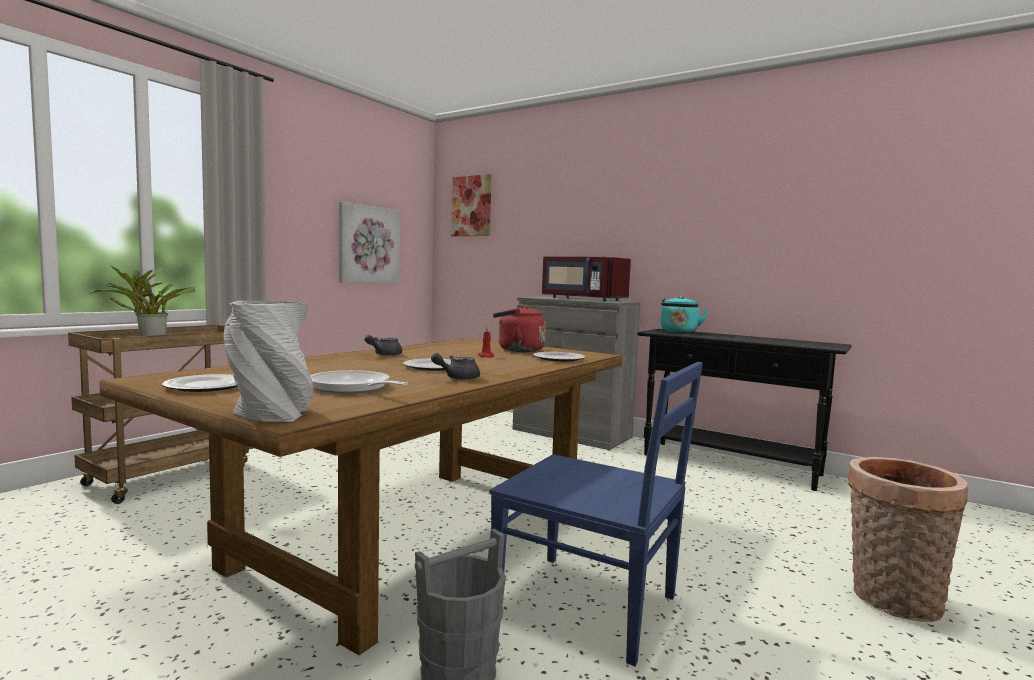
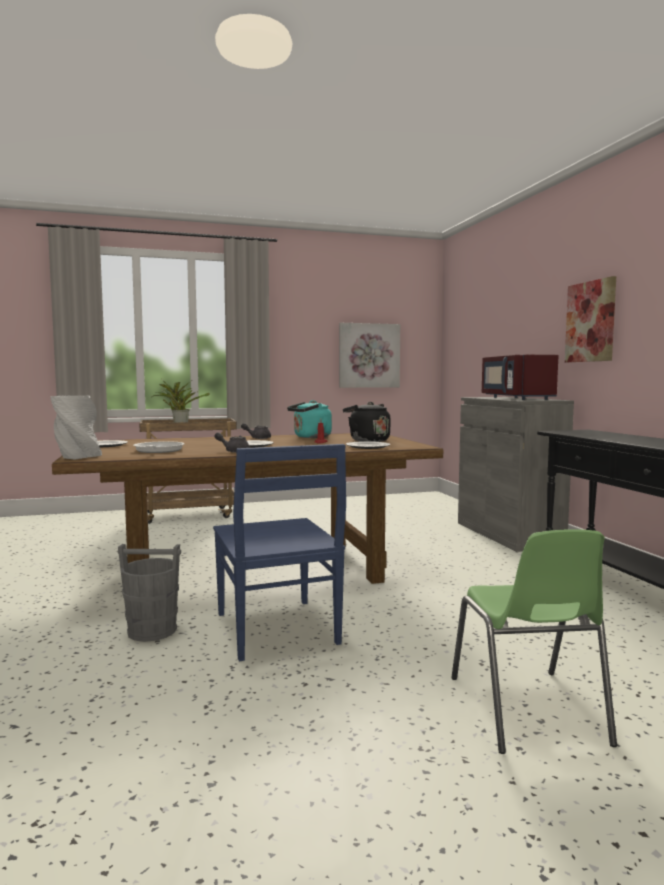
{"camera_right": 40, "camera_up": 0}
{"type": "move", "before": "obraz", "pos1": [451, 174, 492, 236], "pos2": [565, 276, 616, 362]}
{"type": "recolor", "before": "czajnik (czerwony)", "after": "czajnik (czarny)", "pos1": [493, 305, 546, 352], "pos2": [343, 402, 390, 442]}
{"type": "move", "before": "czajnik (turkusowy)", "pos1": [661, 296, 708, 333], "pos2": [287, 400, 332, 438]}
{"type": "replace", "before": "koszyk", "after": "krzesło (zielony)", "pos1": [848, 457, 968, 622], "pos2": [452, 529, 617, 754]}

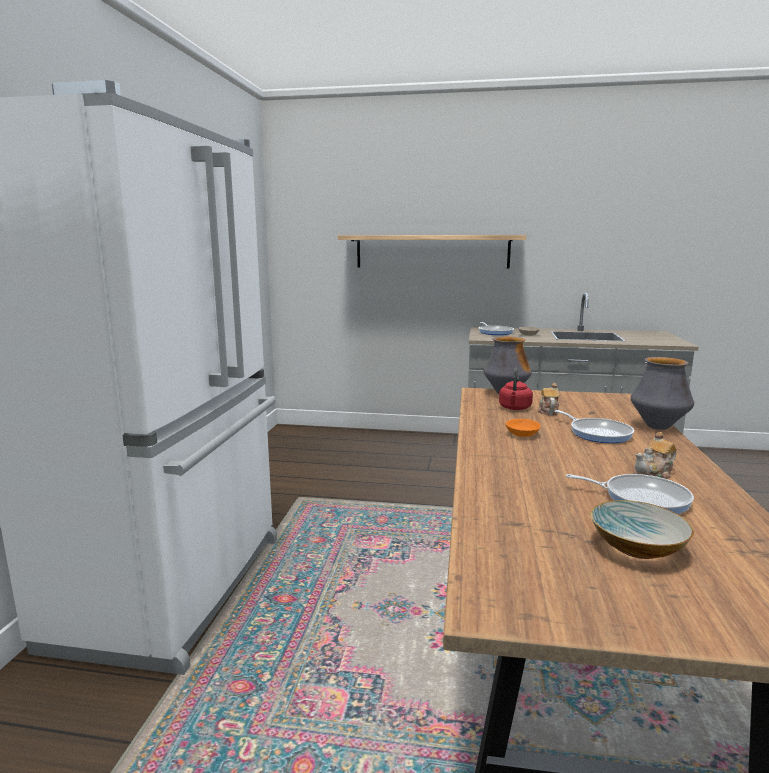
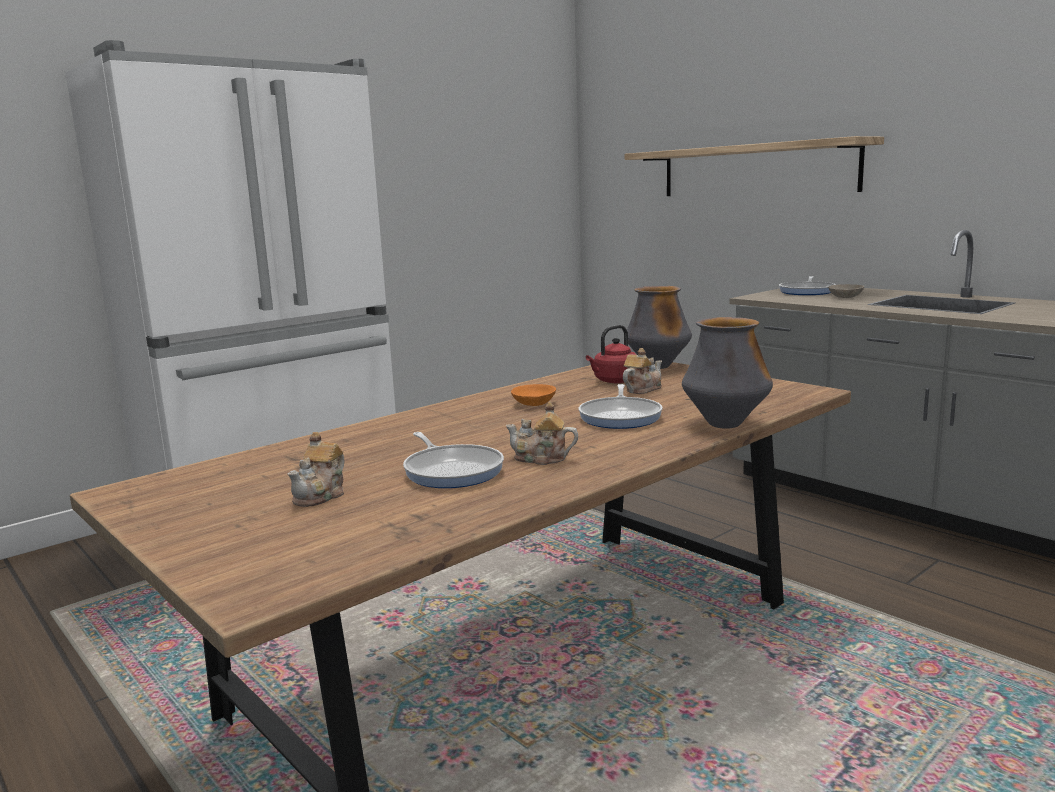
{"camera_right": 40, "camera_up": 0}
{"type": "replace", "before": "miska", "after": "imbryk", "pos1": [591, 500, 694, 559], "pos2": [287, 432, 345, 507]}

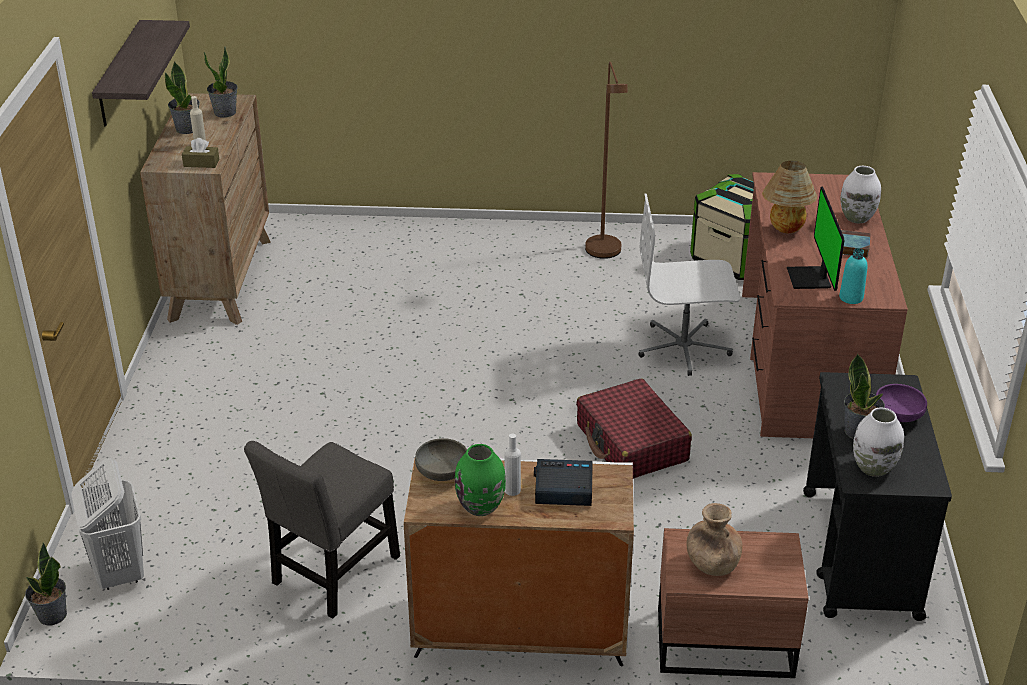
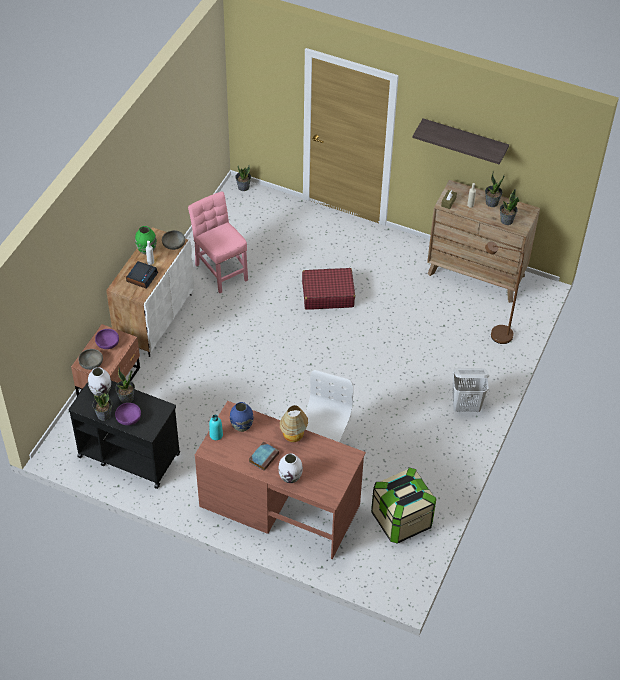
{"camera_right": 110, "camera_up": 15}
{"type": "move", "before": "kosz na pranie (biały)", "pos1": [71, 457, 144, 590], "pos2": [452, 368, 489, 412]}
{"type": "recolor", "before": "krzesło (szary)", "after": "krzesło (różowy)", "pos1": [244, 441, 400, 619], "pos2": [188, 191, 248, 293]}
{"type": "move", "before": "walizka (czerwony)", "pos1": [576, 378, 692, 479], "pos2": [302, 268, 355, 310]}
{"type": "move", "before": "lampa stojąca (brązowy)", "pos1": [585, 62, 628, 259], "pos2": [485, 241, 524, 344]}
{"type": "replace", "before": "wazon (brązowy)", "after": "miska (fioletowy)", "pos1": [687, 503, 743, 576], "pos2": [95, 329, 119, 349]}
{"type": "replace", "before": "monitor", "after": "wazon (niebieski)", "pos1": [787, 187, 844, 291], "pos2": [230, 402, 253, 432]}
{"type": "insert", "after": "miska (szary)", "pos2": [78, 349, 103, 370]}
{"type": "insert", "after": "roślina doniczkowa", "pos2": [92, 392, 112, 421]}

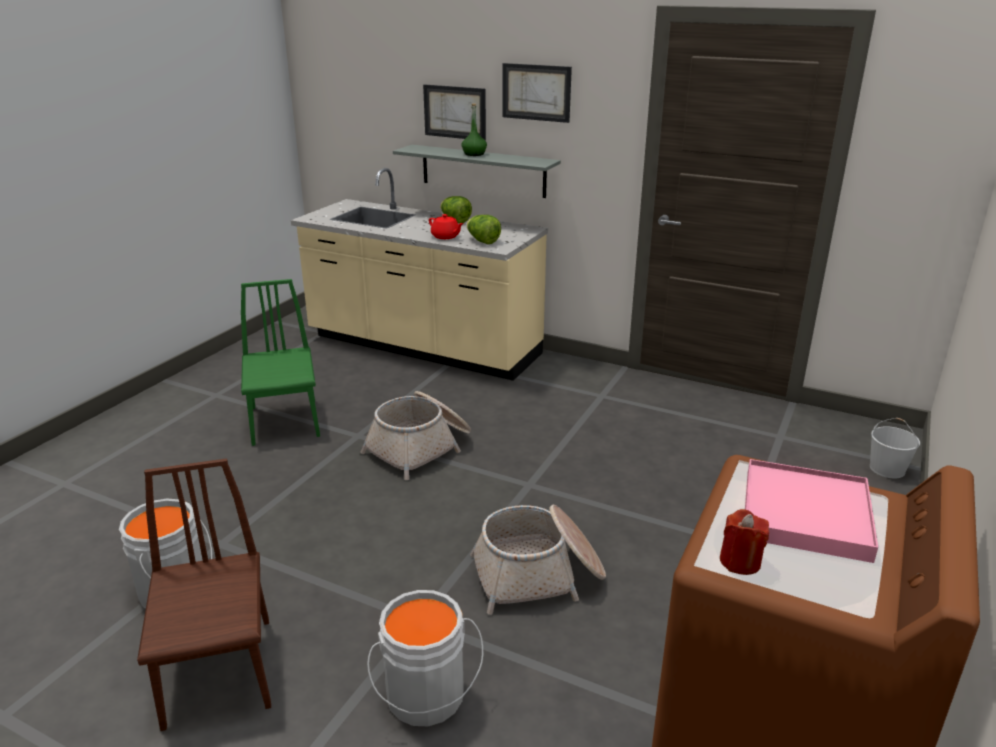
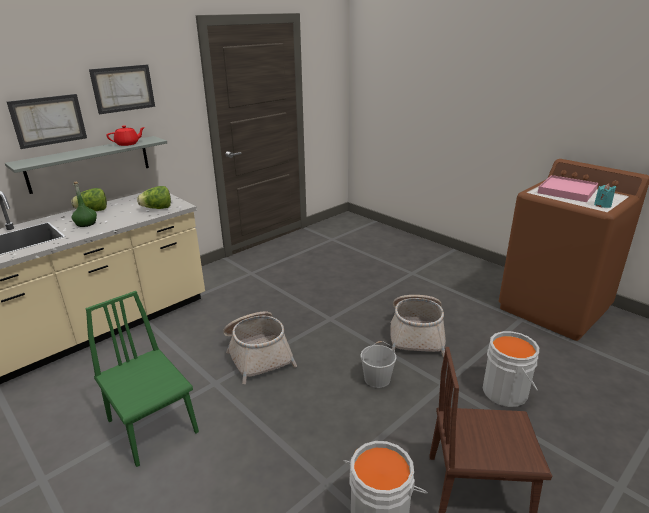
{"camera_right": -70, "camera_up": 0}
{"type": "rotate", "before": "krzesło (zielony)", "pos1": [241, 279, 320, 446], "pos2": [86, 291, 199, 467], "turn": 45}
{"type": "move", "before": "imbryk (czerwony)", "pos1": [429, 214, 464, 239], "pos2": [107, 125, 145, 146]}
{"type": "move", "before": "butelka (zielony)", "pos1": [462, 103, 487, 156], "pos2": [72, 182, 97, 227]}
{"type": "recolor", "before": "świeca (czerwony)", "after": "świeca (turkusowy)", "pos1": [720, 509, 769, 575], "pos2": [594, 184, 616, 208]}
{"type": "move", "before": "wiadro (biały)", "pos1": [870, 418, 920, 478], "pos2": [361, 341, 396, 388]}

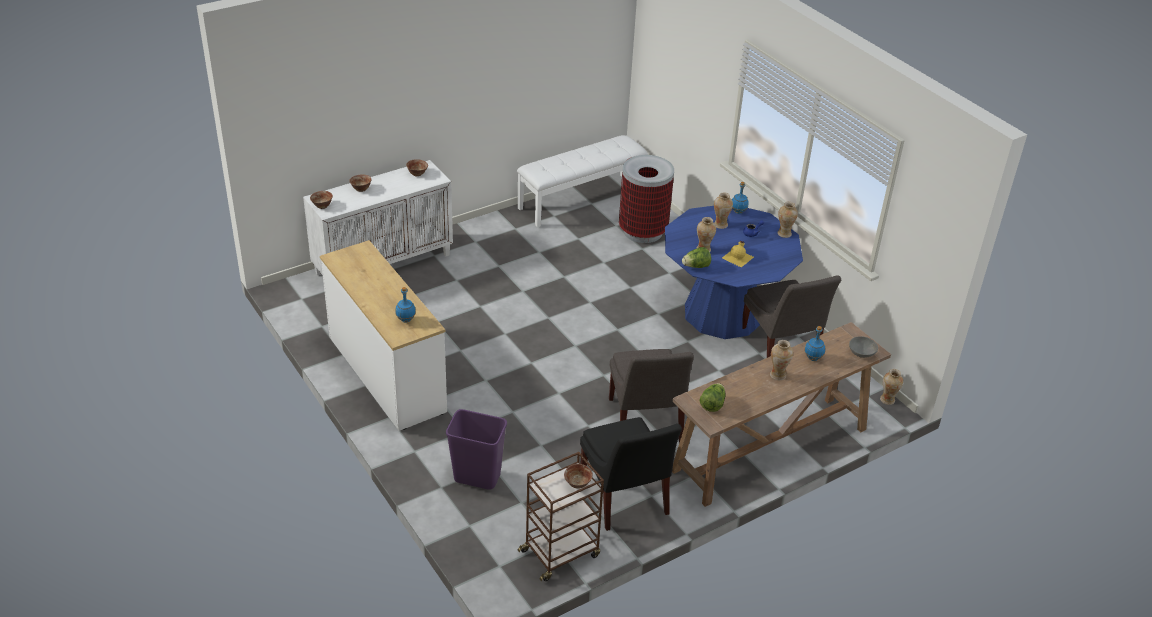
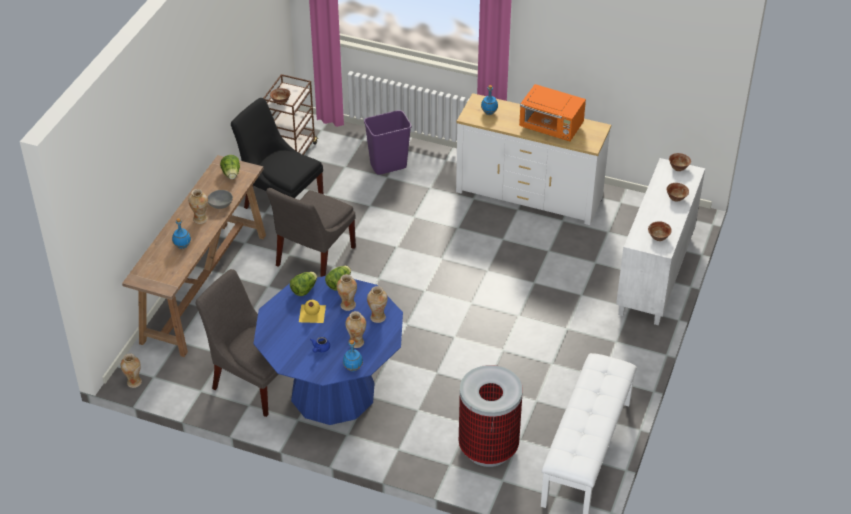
{"camera_right": 145, "camera_up": 5}
{"type": "rotate", "before": "krzesło (szary)", "pos1": [609, 349, 694, 442], "pos2": [266, 188, 356, 277], "turn": -105}
{"type": "move", "before": "wazon", "pos1": [778, 202, 798, 238], "pos2": [367, 286, 388, 323]}
{"type": "move", "before": "miska (szary)", "pos1": [849, 336, 878, 358], "pos2": [208, 190, 233, 209]}
{"type": "insert", "after": "sałata", "pos2": [290, 272, 317, 296]}
{"type": "insert", "after": "mikrofalówka (pomarańczowy)", "pos2": [519, 84, 586, 141]}

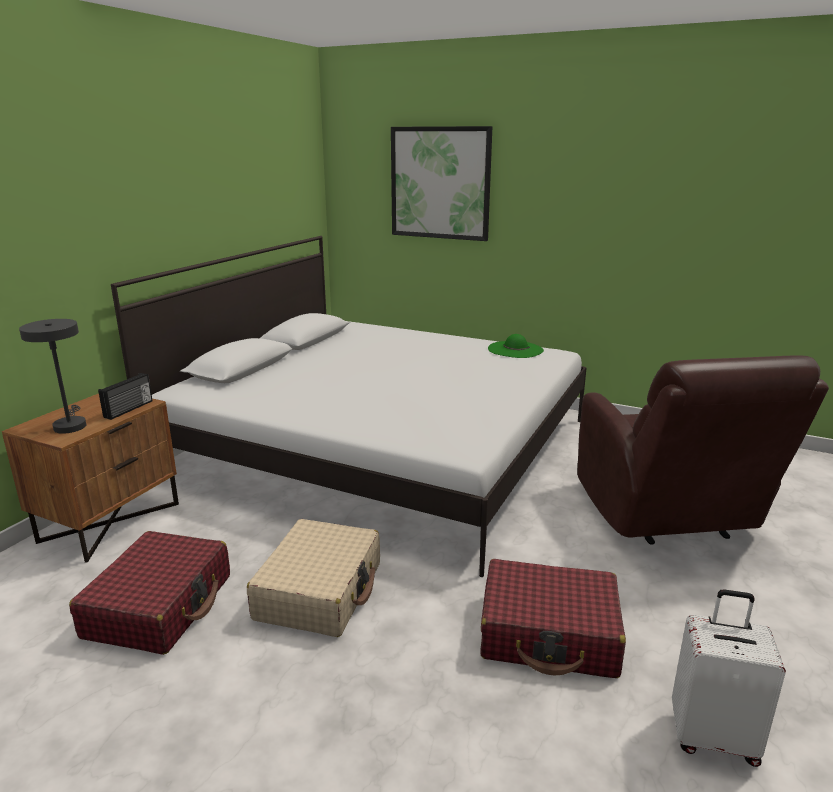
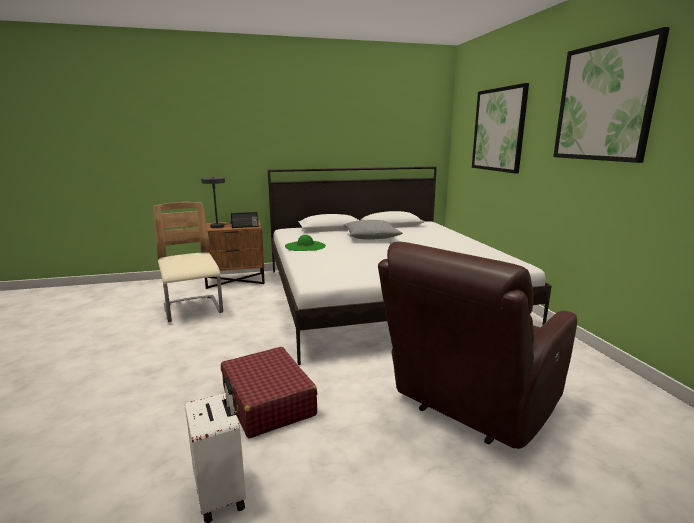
{"camera_right": 50, "camera_up": -5}
{"type": "replace", "before": "walizka (czerwony)", "after": "krzesło (beżowy)", "pos1": [69, 531, 230, 655], "pos2": [153, 202, 223, 322]}
{"type": "delete", "before": "walizka (beżowy)", "pos1": [247, 519, 380, 637]}
{"type": "move", "before": "kapelusz (zielony)", "pos1": [488, 334, 544, 358], "pos2": [285, 235, 326, 251]}
{"type": "insert", "after": "poduszka (szary)", "pos2": [343, 220, 403, 240]}
{"type": "insert", "after": "obraz", "pos2": [553, 27, 670, 163]}

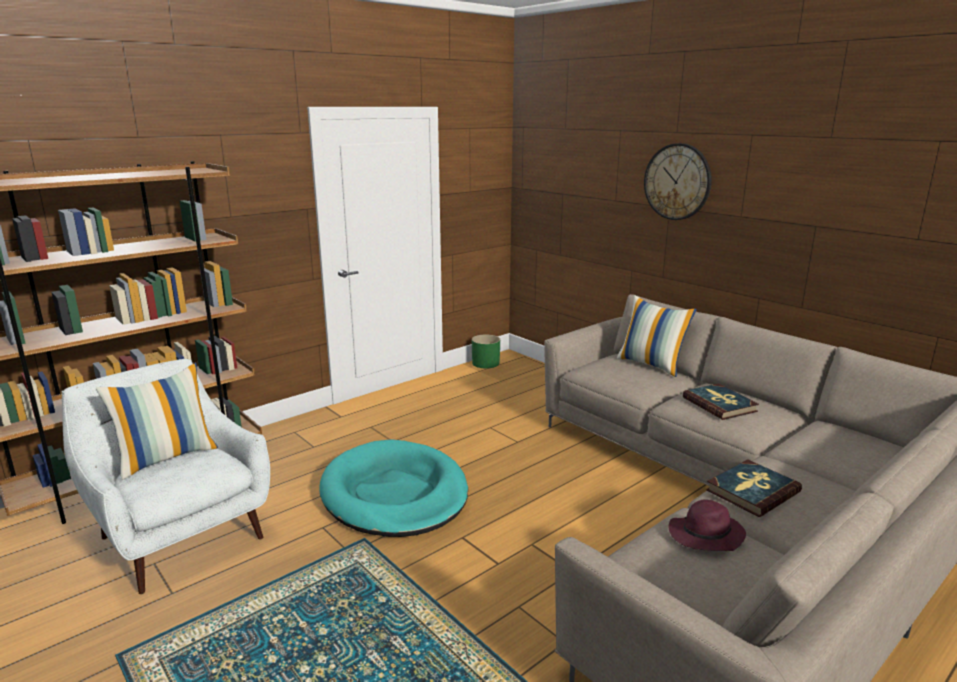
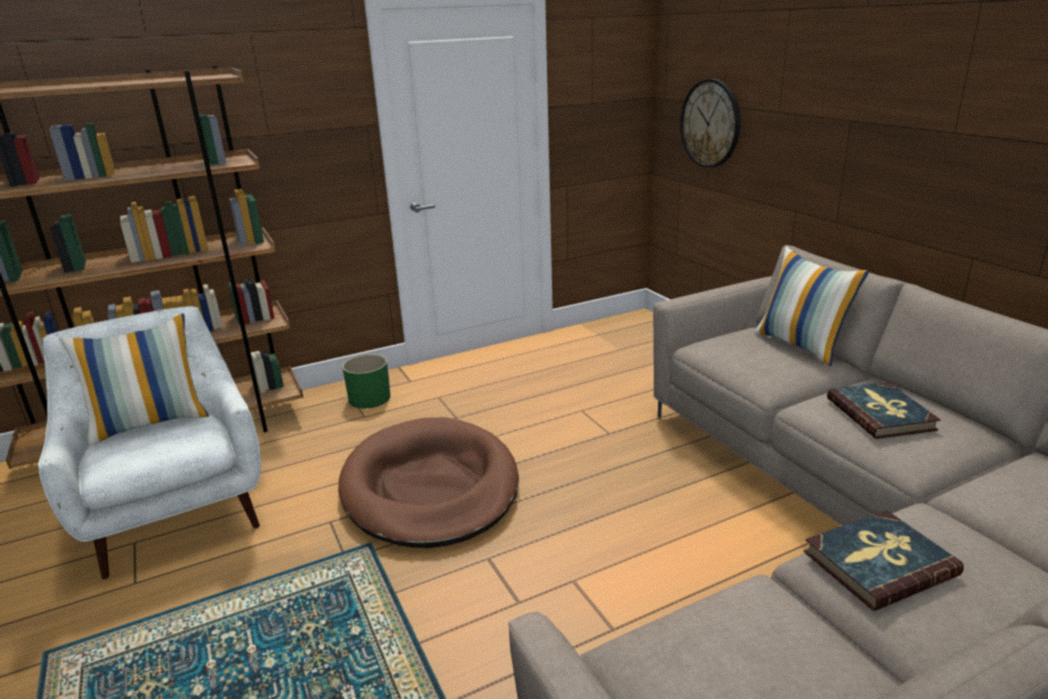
{"camera_right": 15, "camera_up": 5}
{"type": "recolor", "before": "legowisko (turkusowy)", "after": "legowisko (brązowy)", "pos1": [319, 439, 468, 537], "pos2": [338, 417, 519, 548]}
{"type": "move", "before": "donica (zielony)", "pos1": [472, 335, 500, 368], "pos2": [342, 354, 391, 408]}
{"type": "move", "before": "zegar ścienny", "pos1": [644, 143, 712, 220], "pos2": [680, 79, 741, 168]}
{"type": "delete", "before": "kapelusz (fioletowy)", "pos1": [669, 499, 746, 551]}

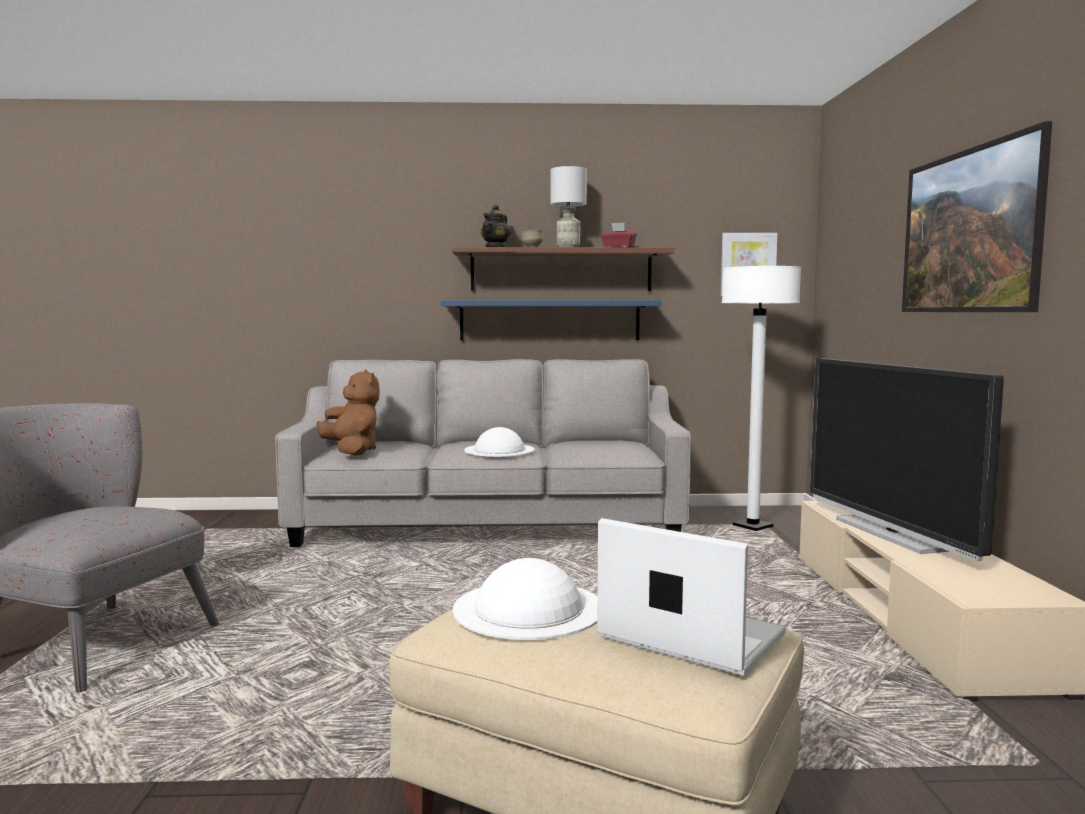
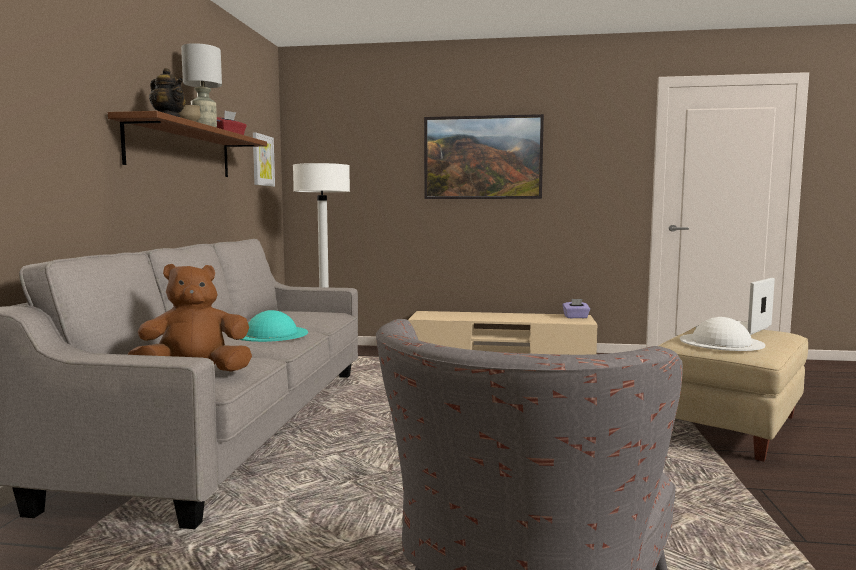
{"camera_right": -80, "camera_up": 0}
{"type": "delete", "before": "półka (niebieski)", "pos1": [441, 300, 662, 341]}
{"type": "recolor", "before": "kapelusz (biały)", "after": "kapelusz (turkusowy)", "pos1": [464, 427, 535, 457], "pos2": [239, 310, 308, 342]}
{"type": "delete", "before": "telewizor", "pos1": [810, 358, 1004, 561]}
{"type": "insert", "after": "pudełko chusteczek (fioletowy)", "pos2": [562, 299, 590, 318]}

